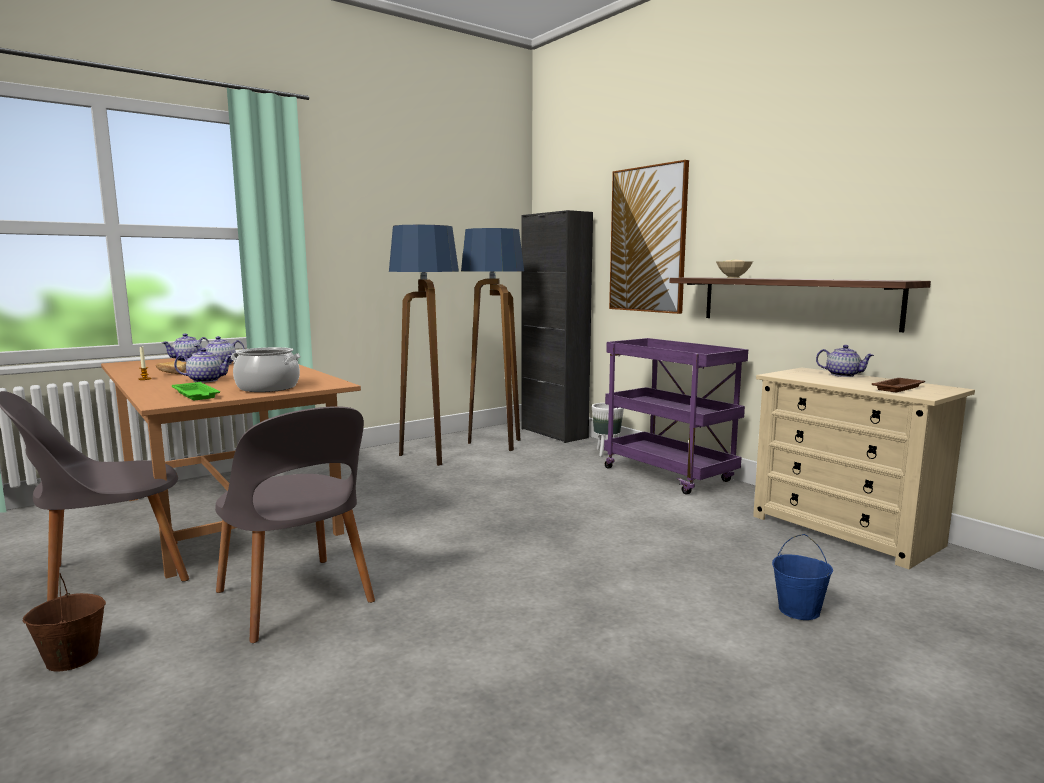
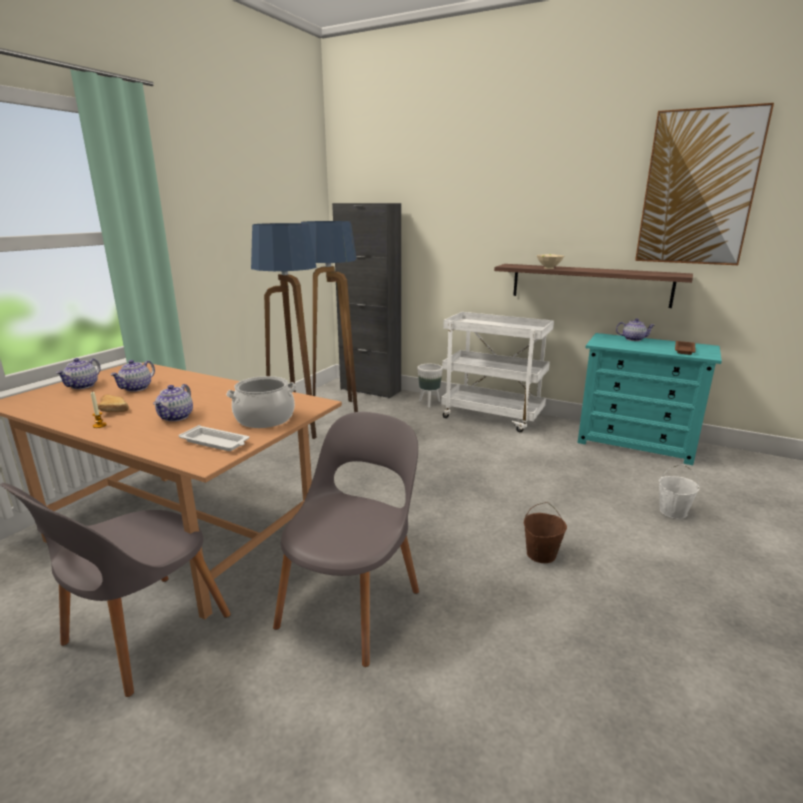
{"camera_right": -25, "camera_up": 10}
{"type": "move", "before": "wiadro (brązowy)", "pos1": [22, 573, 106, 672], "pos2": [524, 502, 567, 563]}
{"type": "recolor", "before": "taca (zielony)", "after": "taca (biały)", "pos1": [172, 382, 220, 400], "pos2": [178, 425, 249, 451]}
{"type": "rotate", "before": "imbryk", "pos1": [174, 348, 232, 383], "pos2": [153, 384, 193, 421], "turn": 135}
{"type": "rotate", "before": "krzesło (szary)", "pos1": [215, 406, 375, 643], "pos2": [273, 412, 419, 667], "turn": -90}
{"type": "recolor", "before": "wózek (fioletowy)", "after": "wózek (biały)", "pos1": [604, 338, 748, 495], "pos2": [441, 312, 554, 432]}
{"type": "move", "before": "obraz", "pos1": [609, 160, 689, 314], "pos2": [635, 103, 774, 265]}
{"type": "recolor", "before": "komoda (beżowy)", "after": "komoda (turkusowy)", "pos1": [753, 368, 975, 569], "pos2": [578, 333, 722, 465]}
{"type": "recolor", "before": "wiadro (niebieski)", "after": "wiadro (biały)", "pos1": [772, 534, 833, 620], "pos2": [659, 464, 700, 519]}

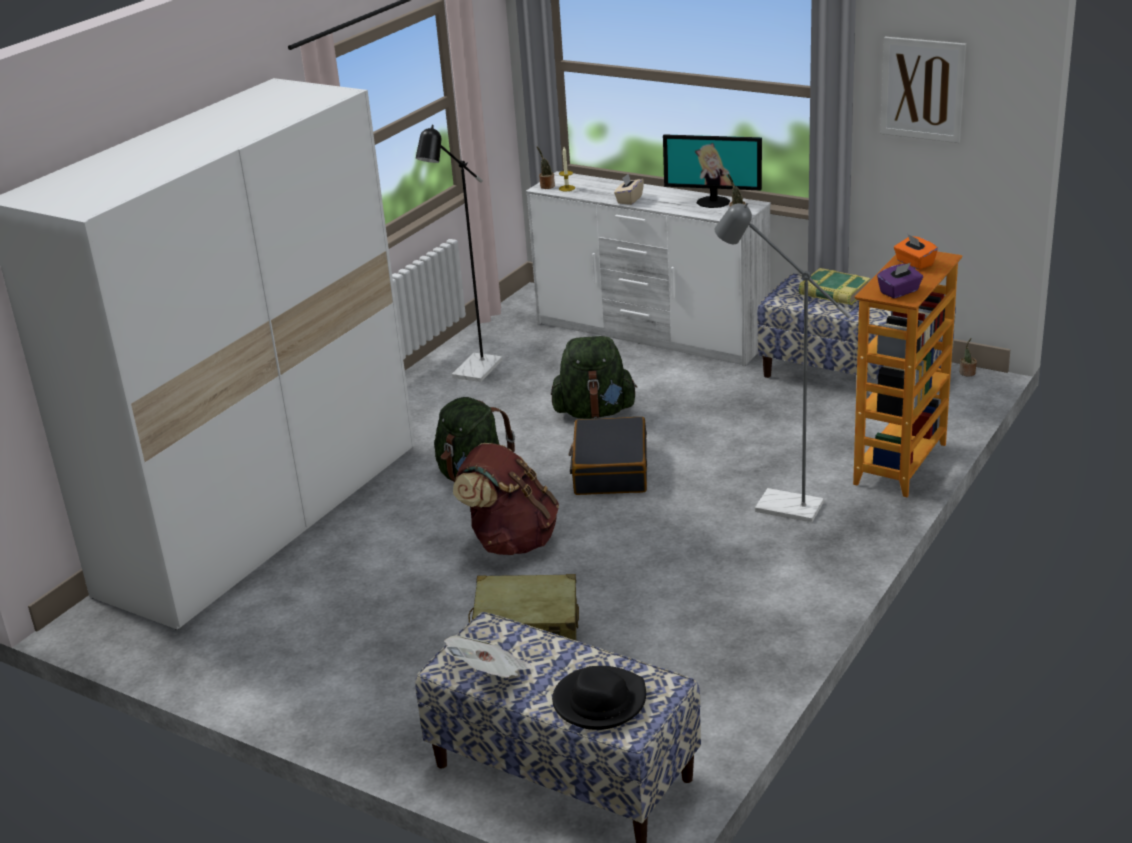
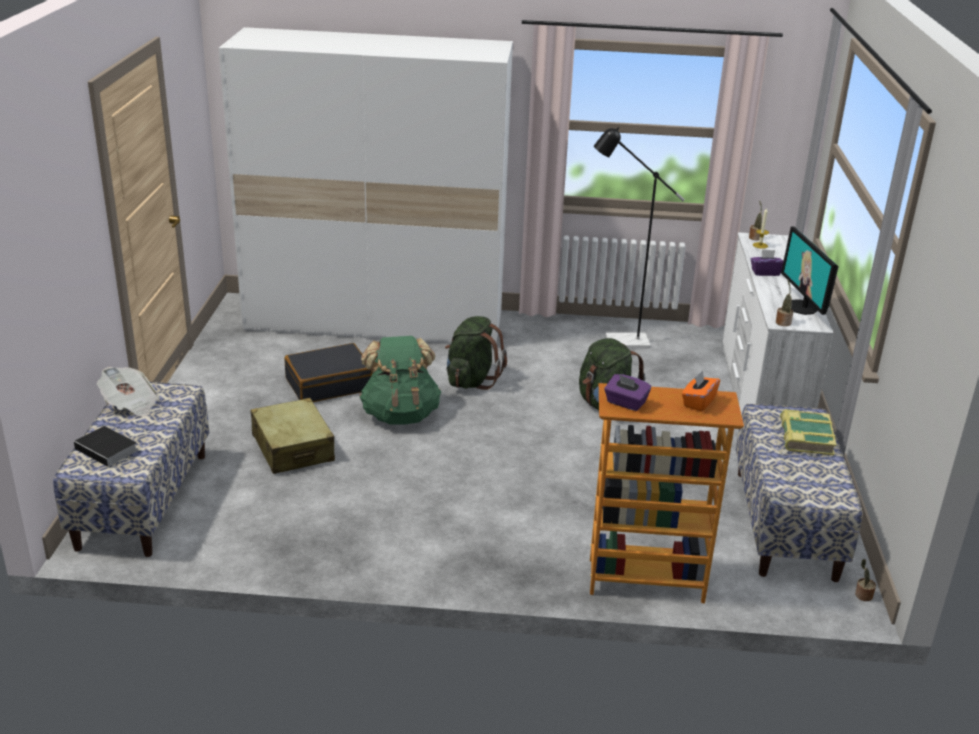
{"camera_right": 60, "camera_up": 0}
{"type": "recolor", "before": "plecak (brązowy)", "after": "plecak (zielony)", "pos1": [453, 443, 559, 555], "pos2": [359, 336, 441, 425]}
{"type": "replace", "before": "kapelusz (czarny)", "after": "książka", "pos1": [552, 666, 646, 730], "pos2": [74, 426, 138, 469]}
{"type": "move", "before": "walizka (czarny)", "pos1": [569, 417, 647, 495], "pos2": [284, 343, 373, 402]}
{"type": "recolor", "before": "pudełko chusteczek (beżowy)", "after": "pudełko chusteczek (fioletowy)", "pos1": [614, 174, 644, 205], "pos2": [751, 250, 784, 276]}
{"type": "delete", "before": "lampa stojąca (szary)", "pos1": [715, 203, 852, 523]}
{"type": "delete", "before": "obraz", "pos1": [880, 37, 966, 143]}

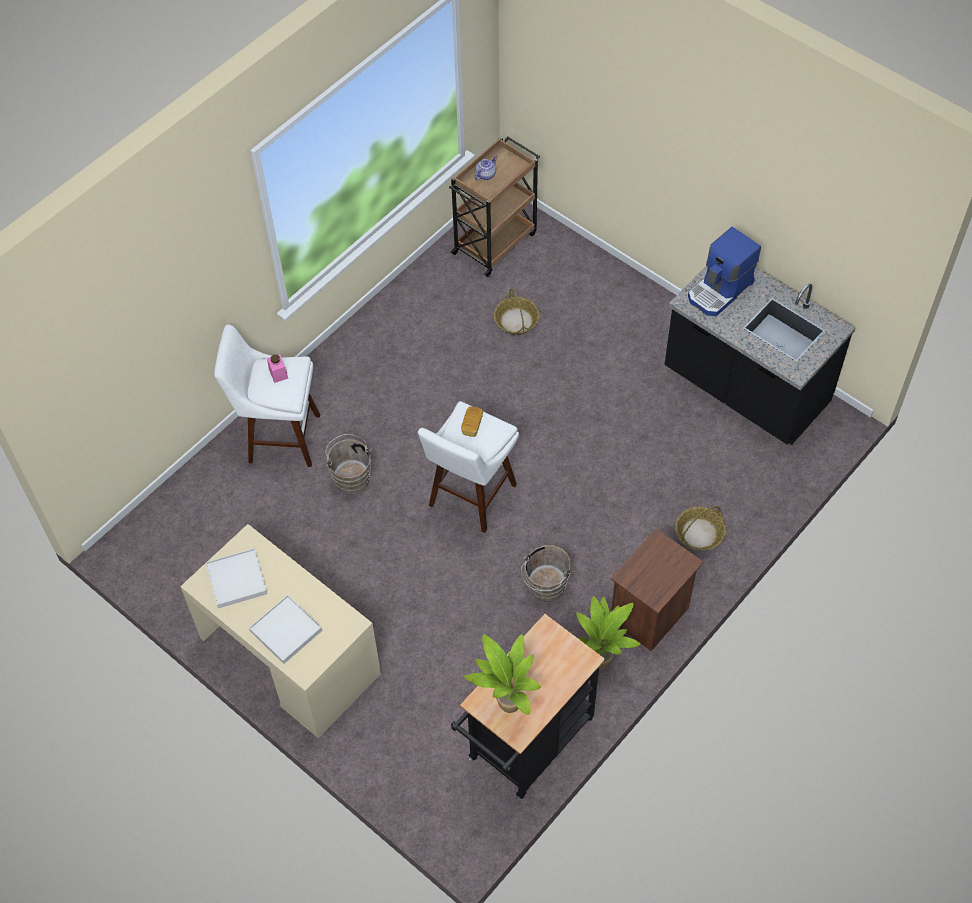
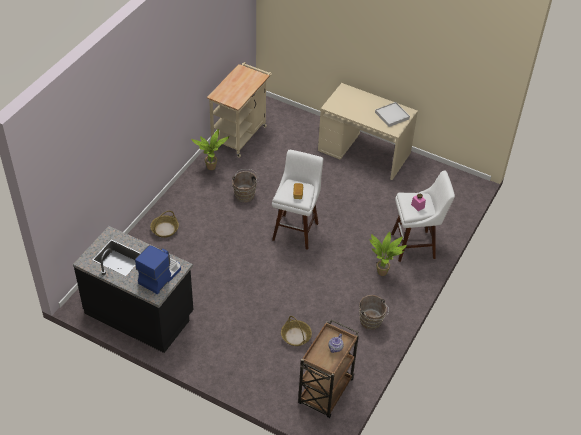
{"camera_right": 165, "camera_up": -10}
{"type": "delete", "before": "taca (biały)", "pos1": [249, 595, 322, 664]}
{"type": "move", "before": "wiadro (brązowy)", "pos1": [325, 434, 372, 494], "pos2": [359, 295, 389, 330]}
{"type": "recolor", "before": "wózek (czarny)", "after": "wózek (beżowy)", "pos1": [451, 614, 605, 800], "pos2": [207, 62, 272, 158]}
{"type": "move", "before": "roślina doniczkowa", "pos1": [464, 634, 541, 715], "pos2": [369, 232, 407, 276]}
{"type": "delete", "before": "szafka nocna (brązowy)", "pos1": [611, 528, 704, 651]}

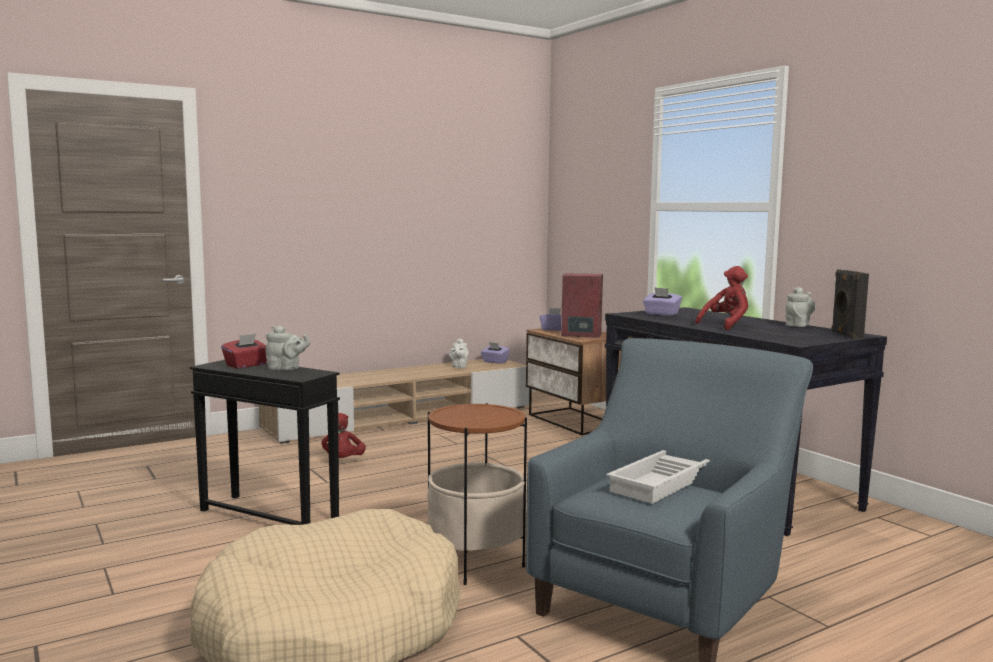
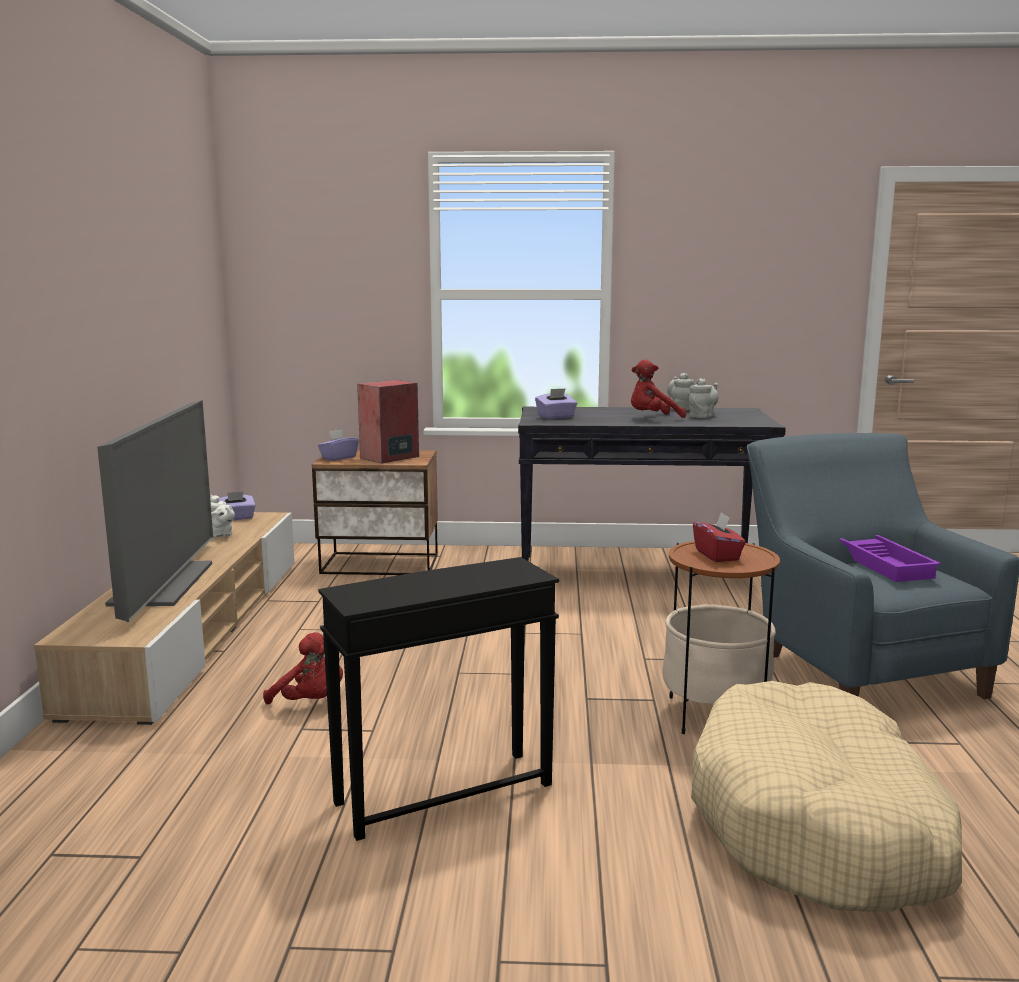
{"camera_right": -55, "camera_up": 5}
{"type": "move", "before": "pudełko chusteczek (czerwony)", "pos1": [221, 334, 267, 368], "pos2": [693, 512, 746, 562]}
{"type": "move", "before": "imbryk (szary)", "pos1": [265, 325, 311, 370], "pos2": [689, 378, 718, 418]}
{"type": "recolor", "before": "taca (biały)", "after": "taca (fioletowy)", "pos1": [606, 450, 710, 504], "pos2": [839, 535, 941, 582]}
{"type": "rotate", "before": "pluszak (czerwony)", "pos1": [695, 266, 748, 330], "pos2": [631, 359, 686, 418], "turn": -105}
{"type": "delete", "before": "głośnik (czarny)", "pos1": [831, 270, 869, 339]}
{"type": "insert", "after": "telewizor", "pos2": [97, 400, 213, 622]}

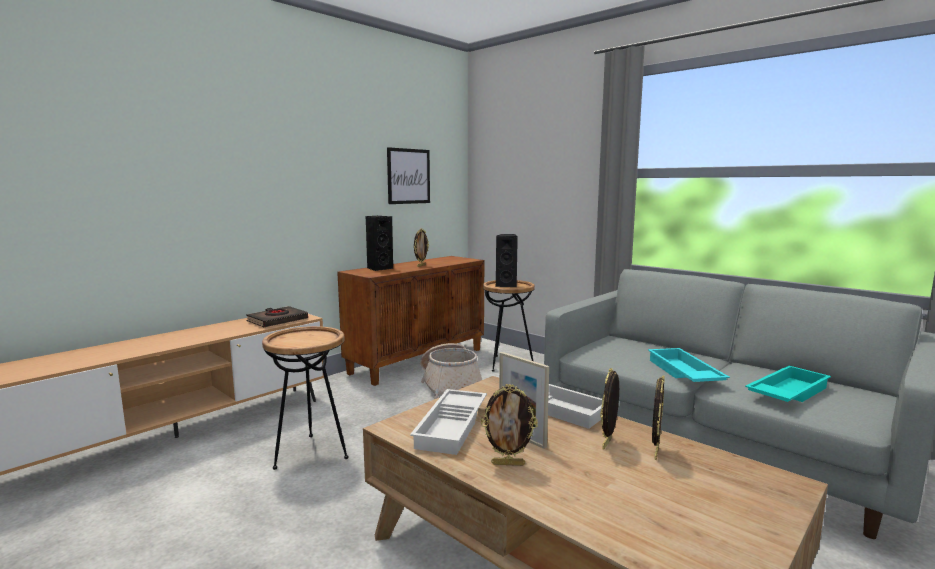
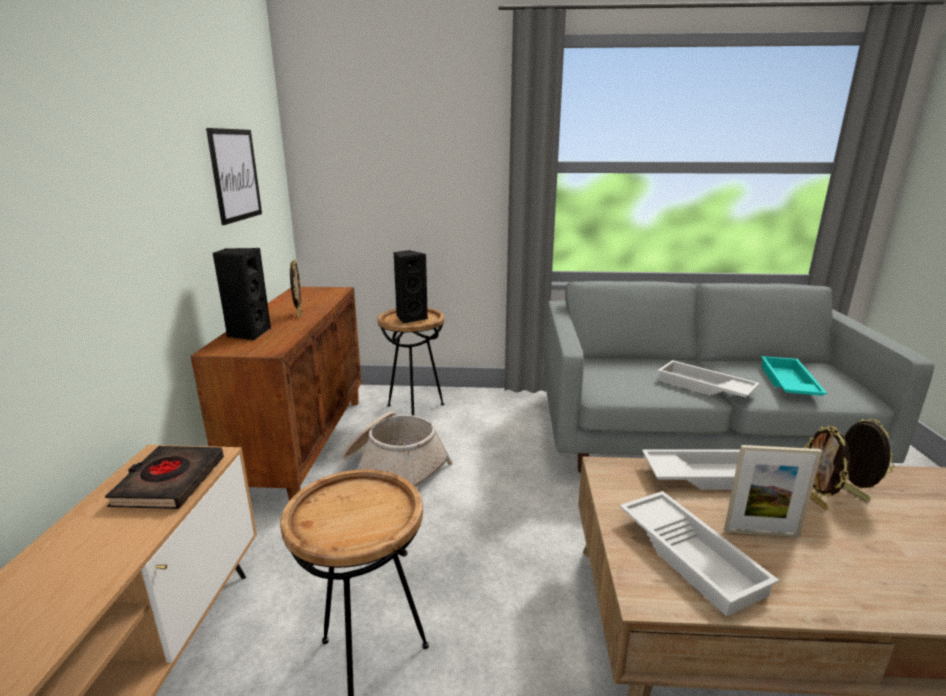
{"camera_right": -40, "camera_up": 10}
{"type": "delete", "before": "ramka na zdjęcie", "pos1": [481, 384, 538, 466]}
{"type": "recolor", "before": "taca (turkusowy)", "after": "taca (biały)", "pos1": [648, 348, 730, 382], "pos2": [658, 360, 760, 398]}

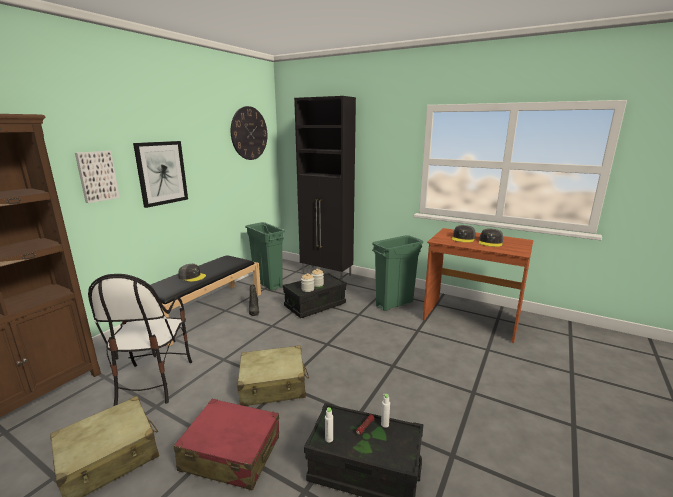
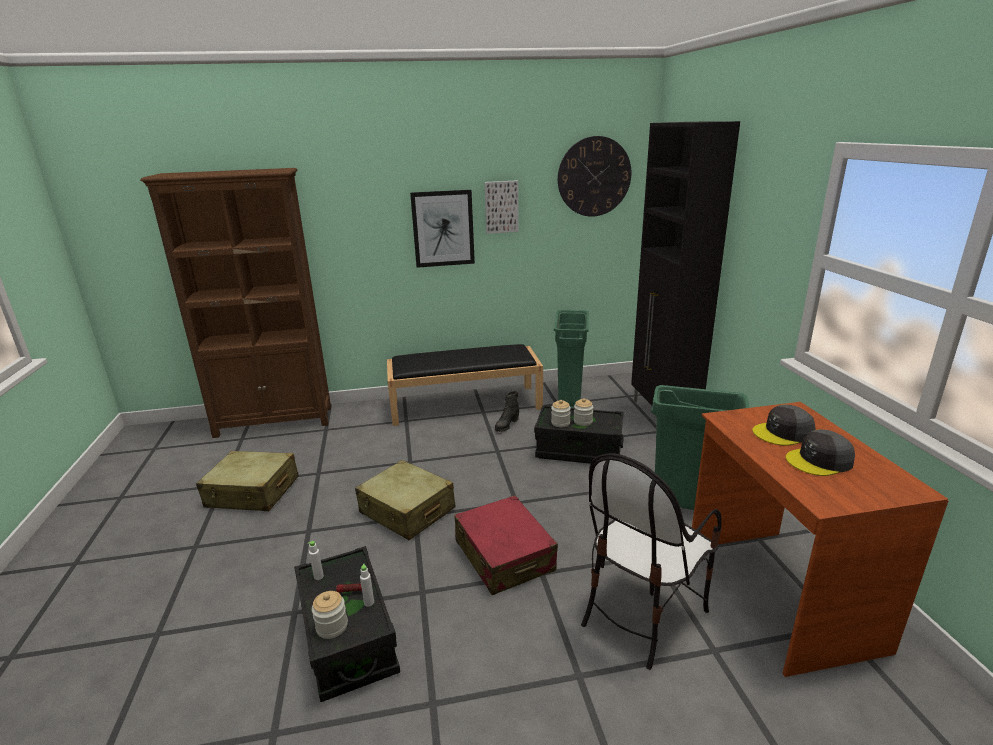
{"camera_right": 50, "camera_up": 5}
{"type": "move", "before": "obraz", "pos1": [75, 151, 120, 203], "pos2": [484, 180, 519, 234]}
{"type": "move", "before": "krzesło", "pos1": [88, 274, 192, 406], "pos2": [581, 453, 722, 670]}
{"type": "move", "before": "walizka (czerwony)", "pos1": [174, 399, 279, 491], "pos2": [454, 495, 558, 595]}
{"type": "delete", "before": "czapka z daszkiem (szary)", "pos1": [178, 264, 206, 282]}
{"type": "insert", "after": "słoik", "pos2": [312, 591, 348, 639]}

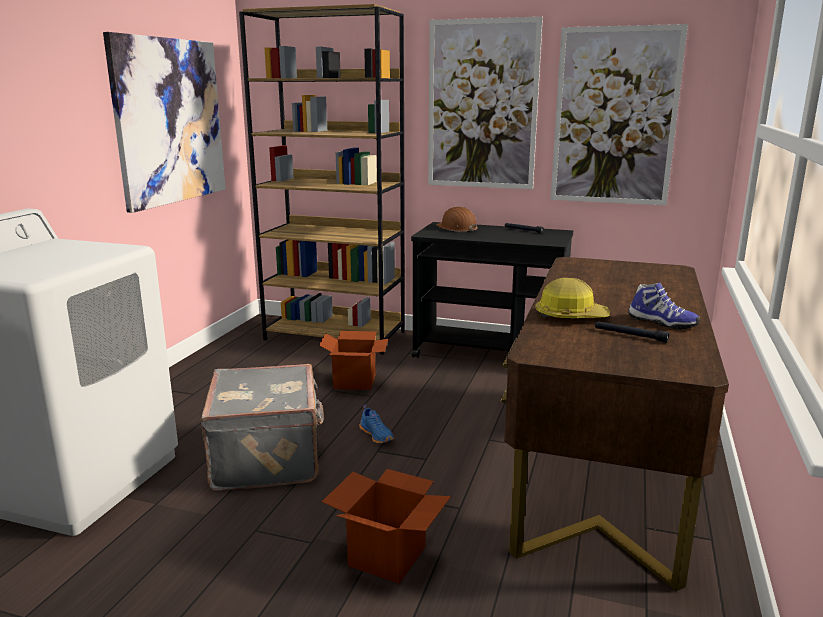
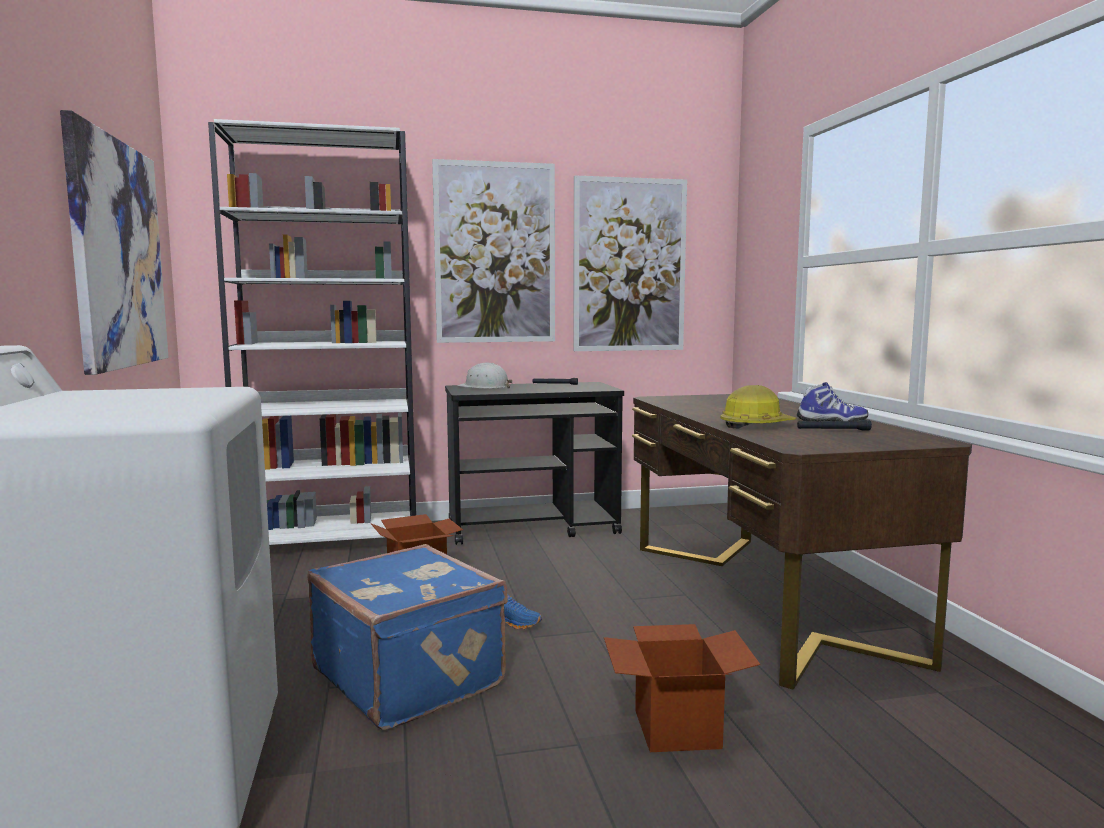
{"camera_right": -30, "camera_up": -10}
{"type": "recolor", "before": "walizka (szary)", "after": "walizka (niebieski)", "pos1": [201, 364, 324, 491], "pos2": [307, 544, 508, 730]}
{"type": "recolor", "before": "regał (brązowy)", "after": "regał (biały)", "pos1": [239, 4, 405, 355], "pos2": [208, 119, 416, 545]}
{"type": "recolor", "before": "kask (brązowy)", "after": "kask (biały)", "pos1": [436, 207, 478, 232], "pos2": [457, 363, 513, 389]}

